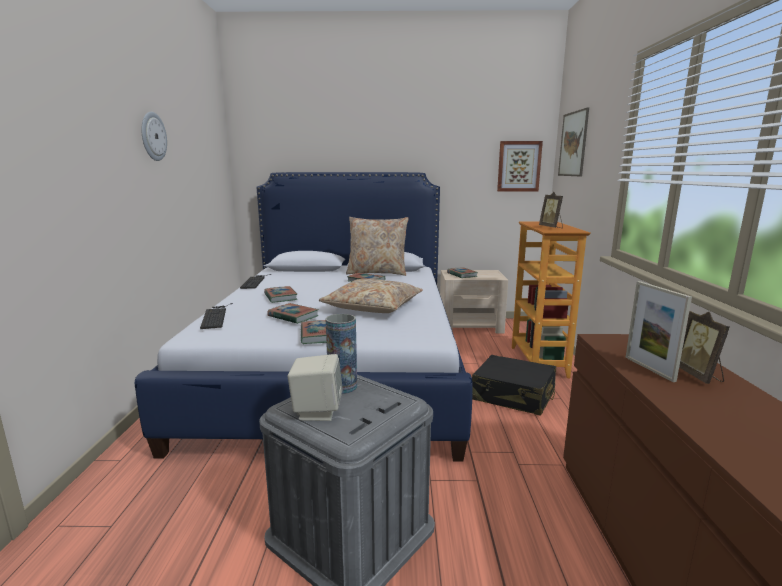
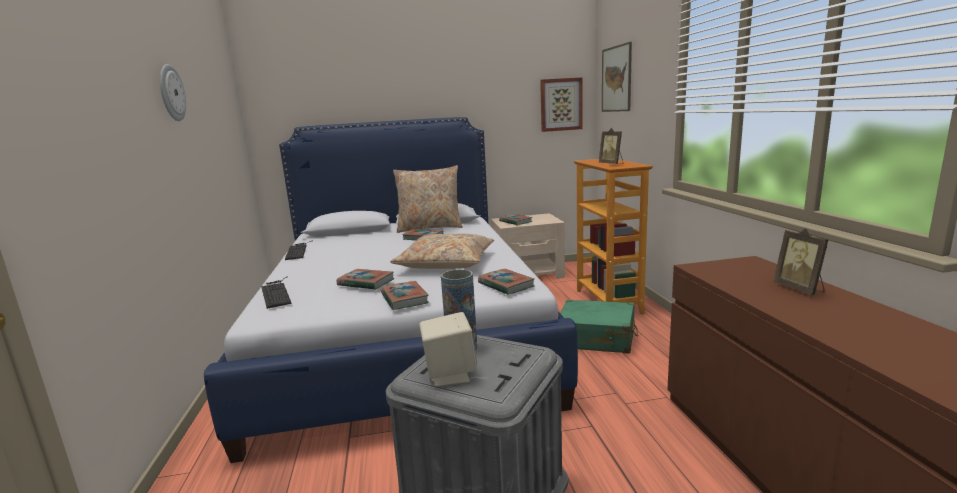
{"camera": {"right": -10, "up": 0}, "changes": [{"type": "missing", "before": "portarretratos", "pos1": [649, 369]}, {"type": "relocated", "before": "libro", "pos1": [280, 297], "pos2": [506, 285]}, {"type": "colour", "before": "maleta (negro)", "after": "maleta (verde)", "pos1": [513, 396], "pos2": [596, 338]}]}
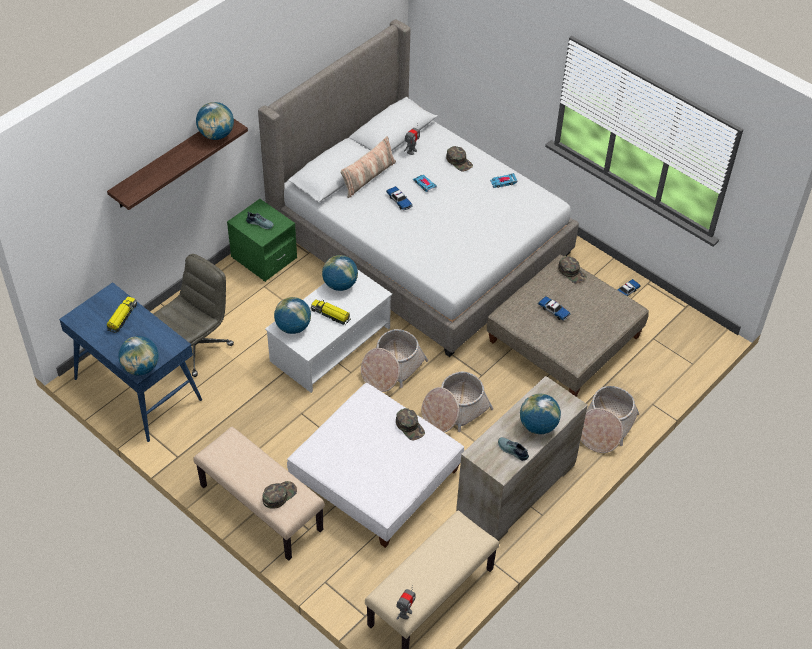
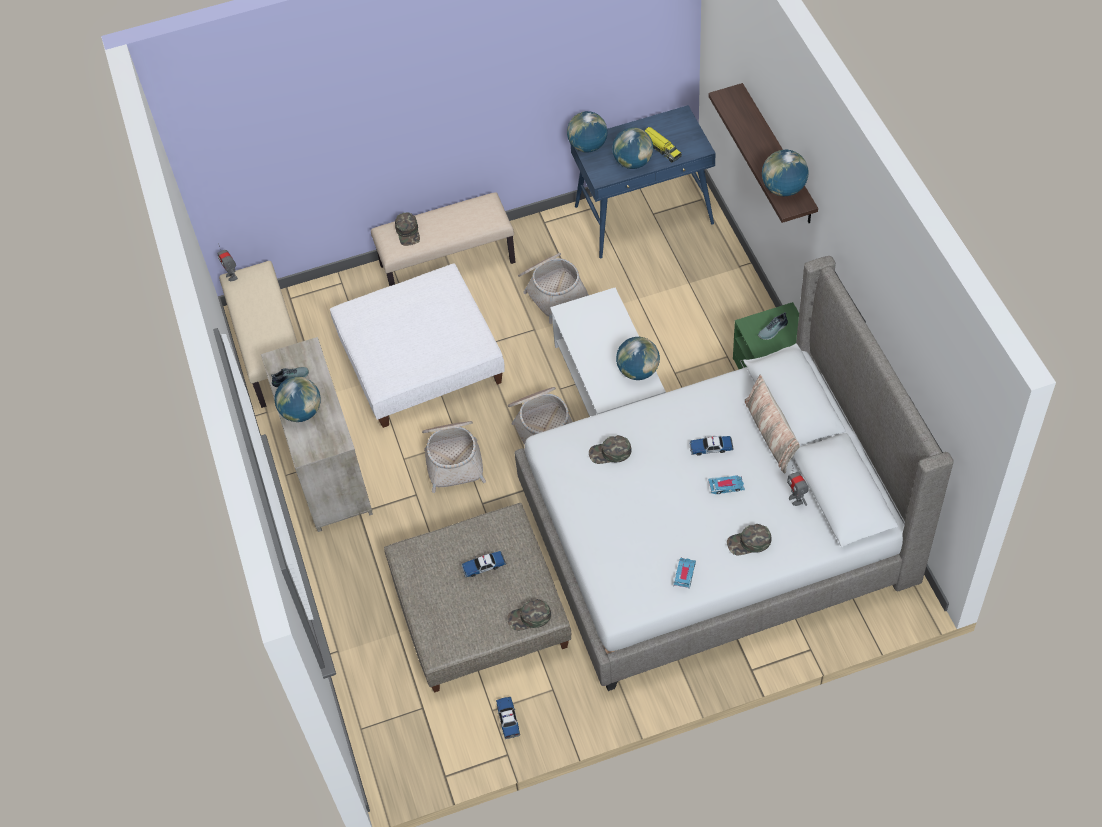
{"camera": {"right": 125, "up": 5}, "changes": [{"type": "missing", "before": "silla de oficina (gris)", "pos1": [195, 346]}, {"type": "missing", "before": "camión de juguete", "pos1": [331, 314]}, {"type": "relocated", "before": "globo terráqueo", "pos1": [293, 327], "pos2": [633, 162]}, {"type": "relocated", "before": "gorra (verde)", "pos1": [410, 426], "pos2": [610, 453]}, {"type": "relocated", "before": "cesta", "pos1": [605, 427], "pos2": [552, 291]}]}
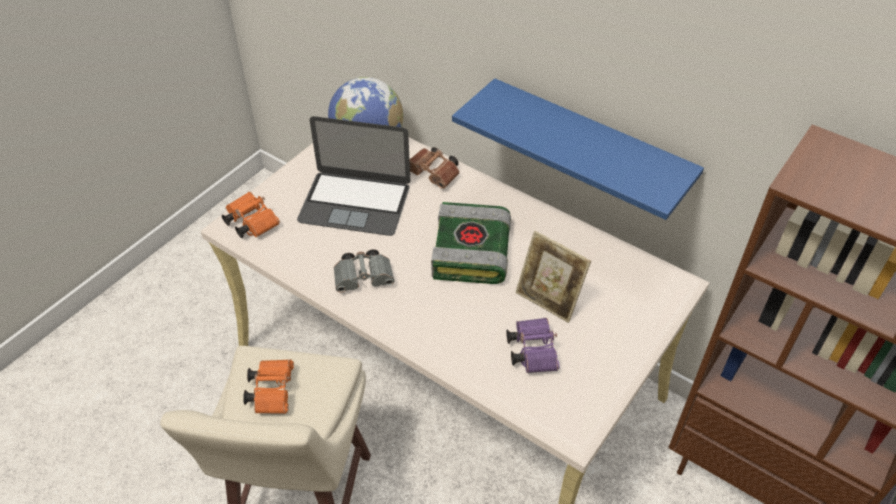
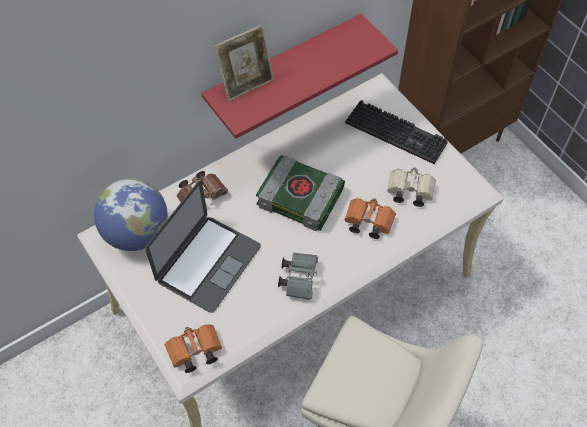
{"camera": {"right": -70, "up": 10}, "changes": [{"type": "appeared", "after": "teclado", "pos2": [398, 132]}, {"type": "relocated", "before": "prismáticos (naranja)", "pos1": [272, 390], "pos2": [367, 222]}, {"type": "relocated", "before": "portarretratos", "pos1": [548, 300], "pos2": [246, 84]}, {"type": "colour", "before": "estante (azul)", "after": "estante (rojo)", "pos1": [589, 146], "pos2": [284, 70]}, {"type": "colour", "before": "prismáticos (morado)", "after": "prismáticos (beis)", "pos1": [532, 350], "pos2": [408, 192]}]}
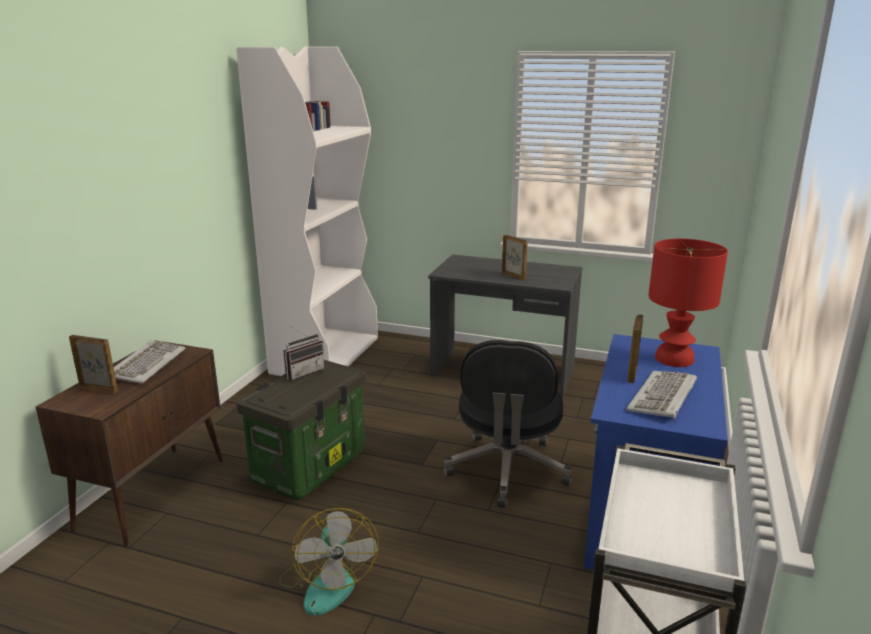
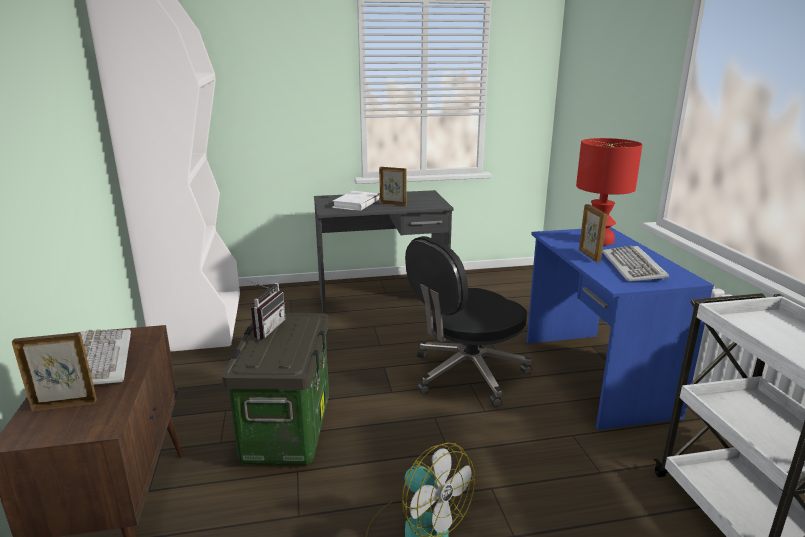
{"camera": {"right": -30, "up": 0}, "changes": [{"type": "appeared", "after": "libro (blanco)", "pos2": [356, 204]}, {"type": "spun", "before": "silla de oficina (negro)", "pos1": [507, 470], "pos2": [466, 374], "turn": 75}]}
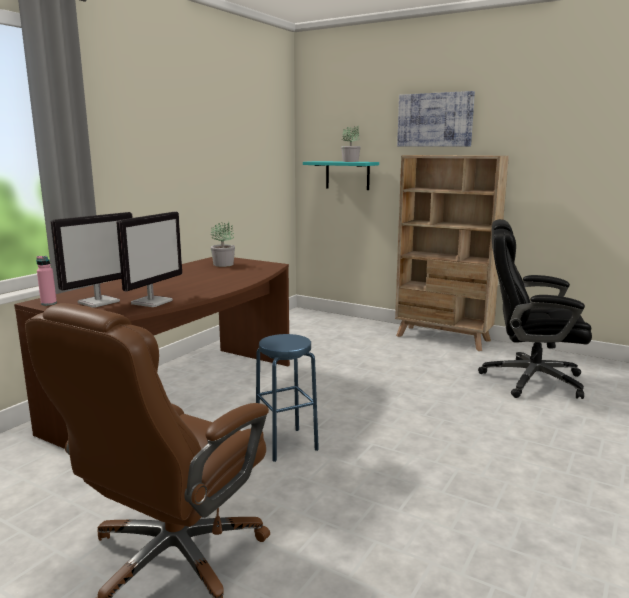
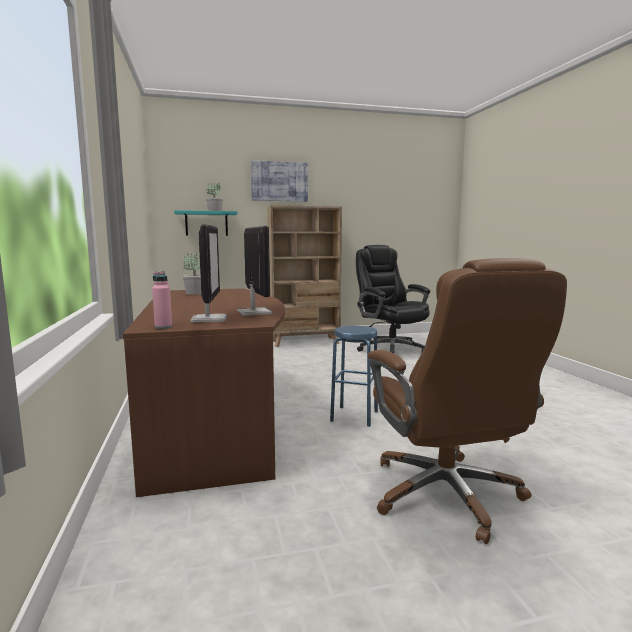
{"camera": {"right": -45, "up": -5}, "changes": [{"type": "spun", "before": "silla de oficina (negro)", "pos1": [529, 380], "pos2": [390, 349], "turn": 90}]}
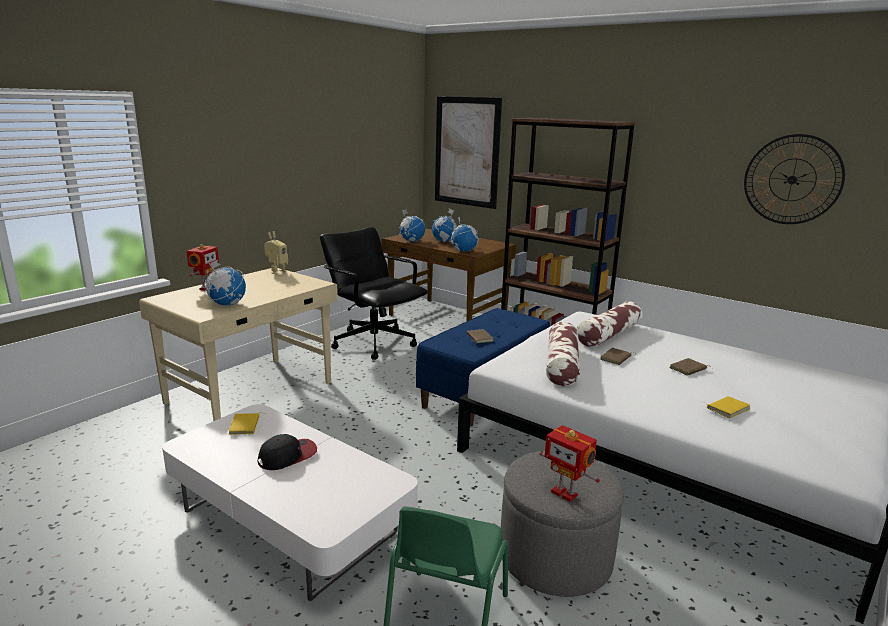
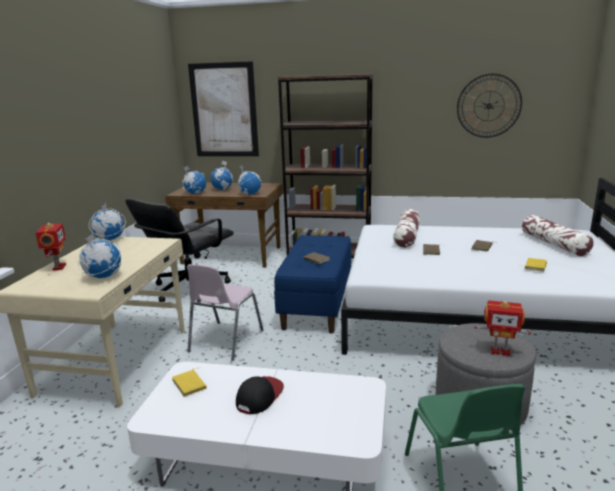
{"camera": {"right": -25, "up": 0}, "changes": [{"type": "appeared", "after": "silla (rosa)", "pos2": [225, 341]}, {"type": "relocated", "before": "cojín", "pos1": [562, 365], "pos2": [554, 244]}, {"type": "exchanged", "before": "robot de juguete", "after": "globo terráqueo", "pos1": [277, 272], "pos2": [109, 239]}, {"type": "spun", "before": "silla de oficina (negro)", "pos1": [374, 342], "pos2": [189, 288], "turn": -75}]}
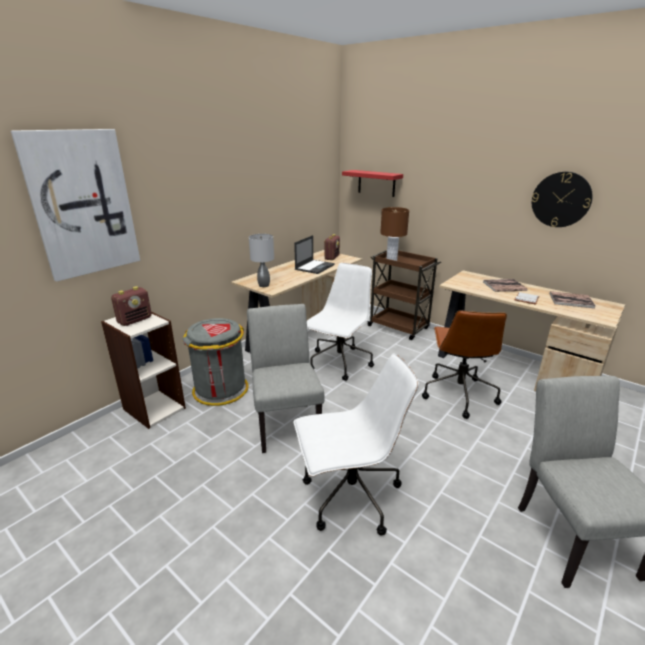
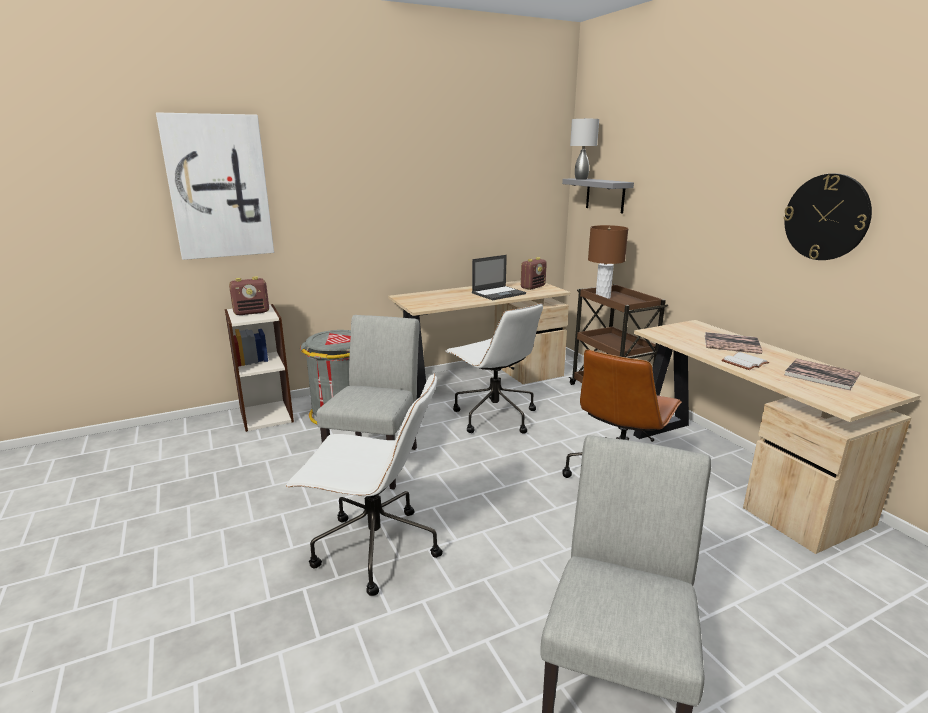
{"camera": {"right": 25, "up": -5}, "changes": [{"type": "relocated", "before": "lámpara de mesa (gris)", "pos1": [263, 285], "pos2": [581, 179]}, {"type": "colour", "before": "estante (rojo)", "after": "estante (gris)", "pos1": [376, 183], "pos2": [605, 195]}, {"type": "spun", "before": "silla de oficina (blanco)", "pos1": [339, 363], "pos2": [493, 416], "turn": 90}]}
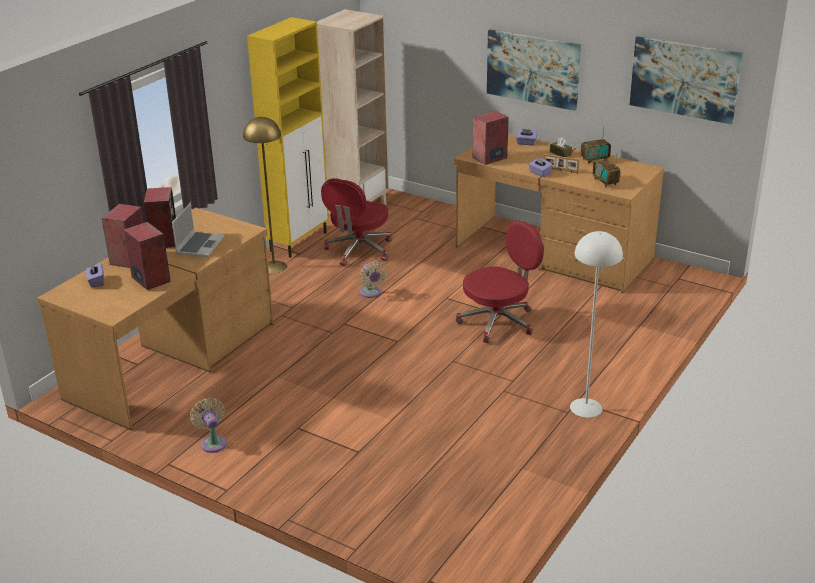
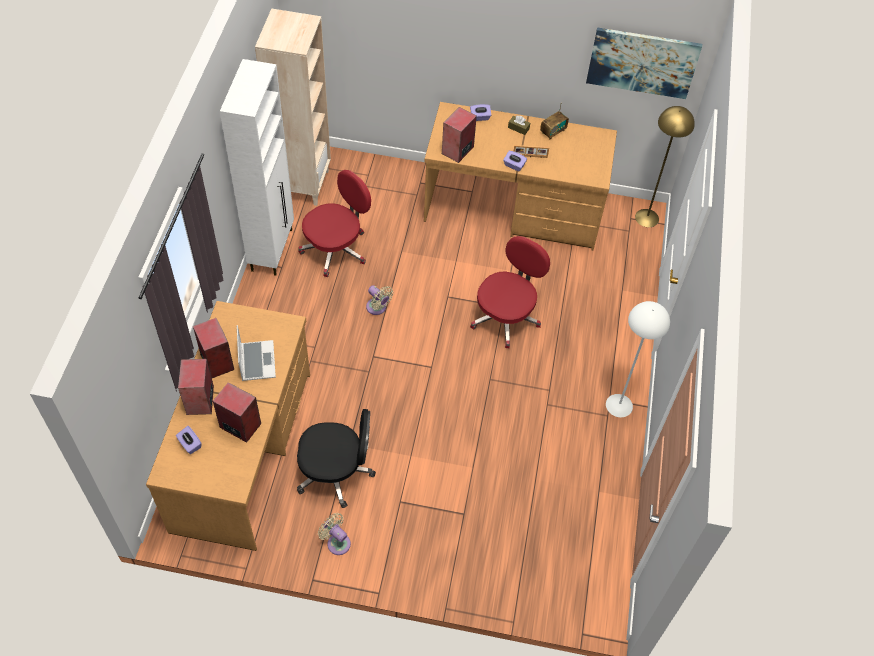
{"camera": {"right": -25, "up": 25}, "changes": [{"type": "missing", "before": "cuadro", "pos1": [533, 69]}, {"type": "missing", "before": "radio", "pos1": [605, 182]}, {"type": "appeared", "after": "silla de oficina (negro)", "pos2": [336, 472]}, {"type": "relocated", "before": "lámpara de pie (amarillo)", "pos1": [274, 267], "pos2": [647, 218]}, {"type": "colour", "before": "armario (amarillo)", "after": "armario (blanco)", "pos1": [299, 241], "pos2": [272, 249]}, {"type": "spun", "before": "silla de oficina (rojo)", "pos1": [358, 250], "pos2": [336, 249], "turn": -135}]}
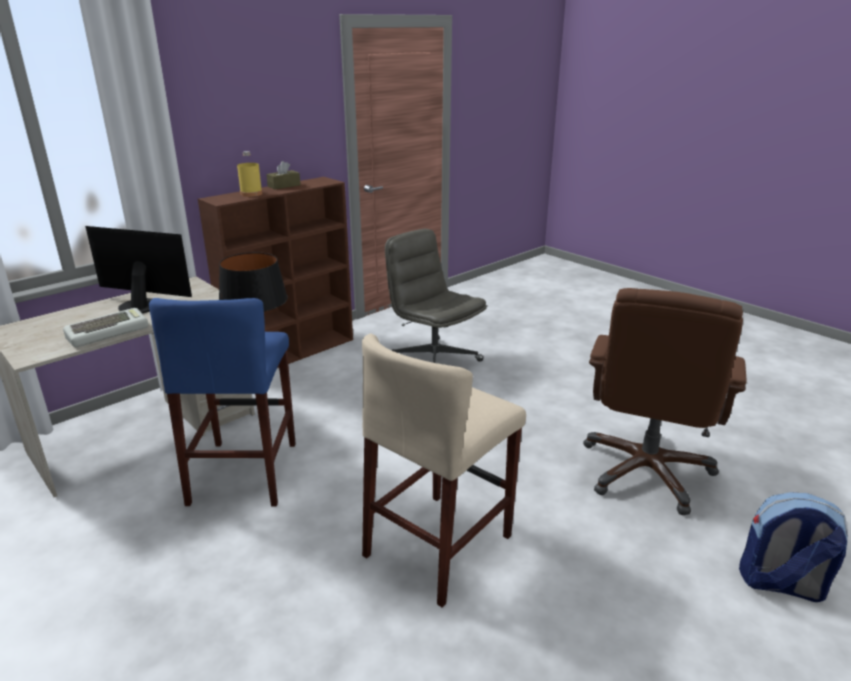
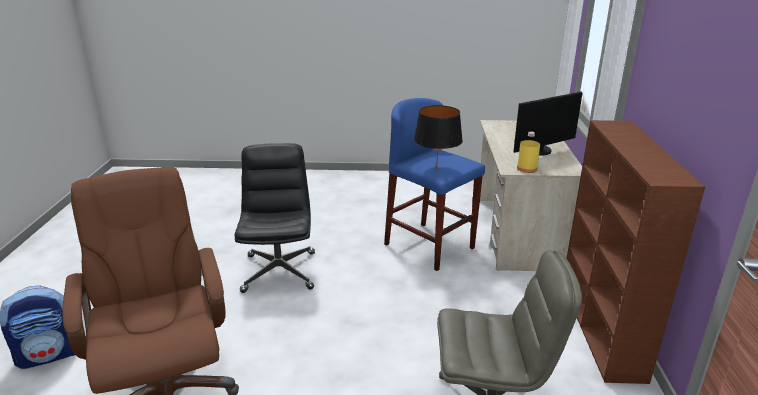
{"camera": {"right": 135, "up": 0}, "changes": [{"type": "missing", "before": "teclado", "pos1": [108, 332]}, {"type": "missing", "before": "caja de pañuelos (marrón)", "pos1": [284, 186]}, {"type": "relocated", "before": "botella (amarillo)", "pos1": [251, 194], "pos2": [527, 168]}, {"type": "exchanged", "before": "taburete (beis)", "after": "silla de oficina (negro)", "pos1": [438, 545], "pos2": [279, 271]}]}
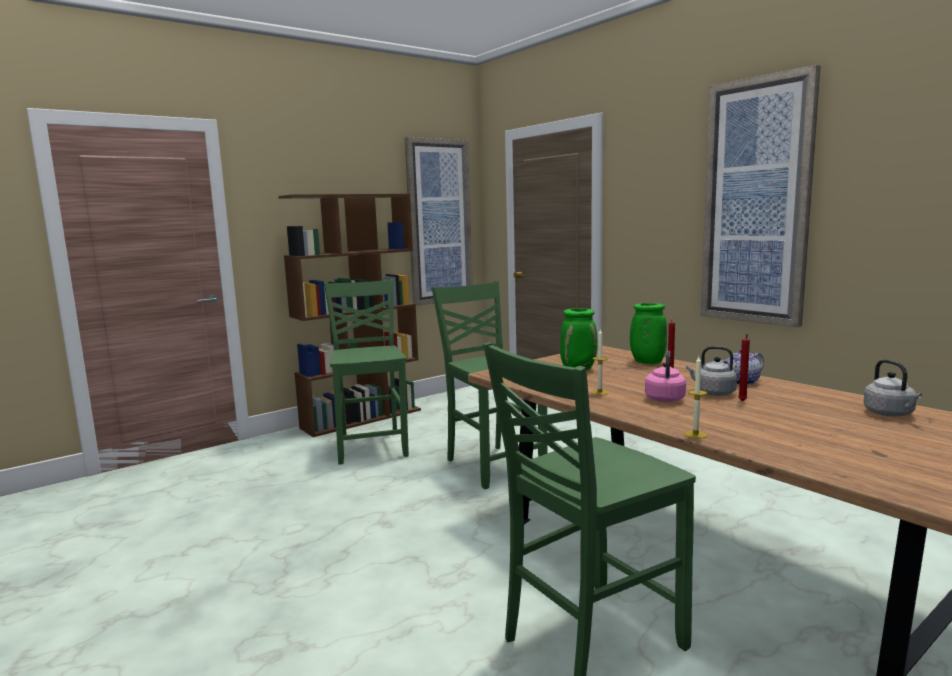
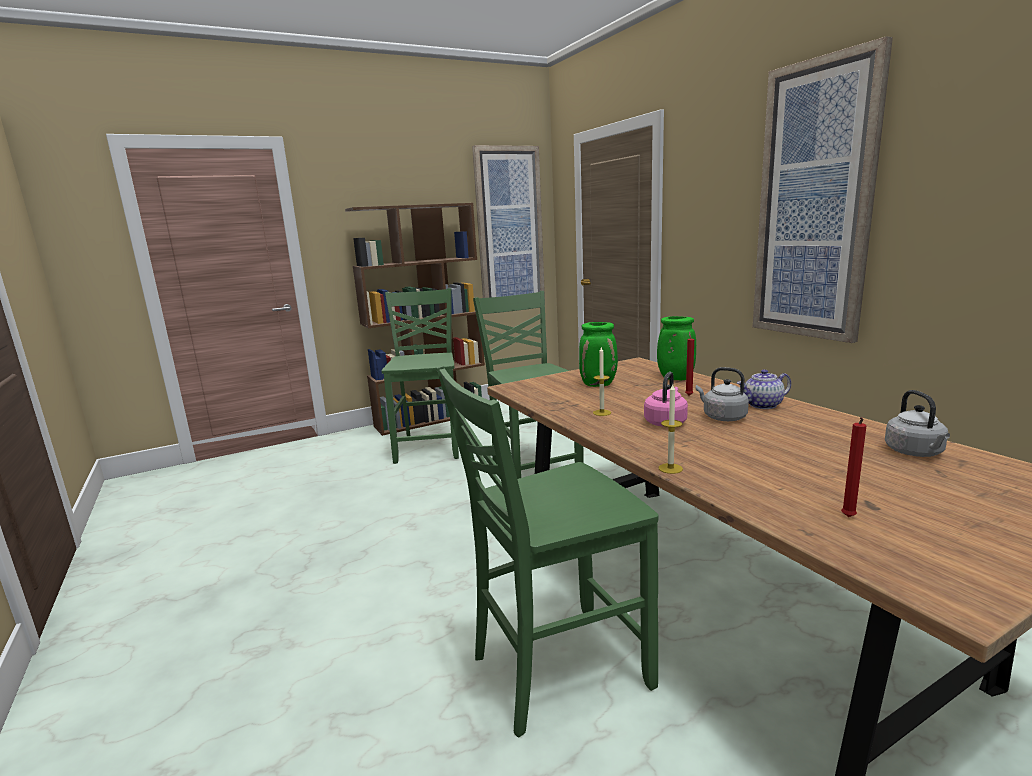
{"camera": {"right": 10, "up": 5}, "changes": [{"type": "relocated", "before": "vela (rojo)", "pos1": [742, 401], "pos2": [848, 518]}]}
